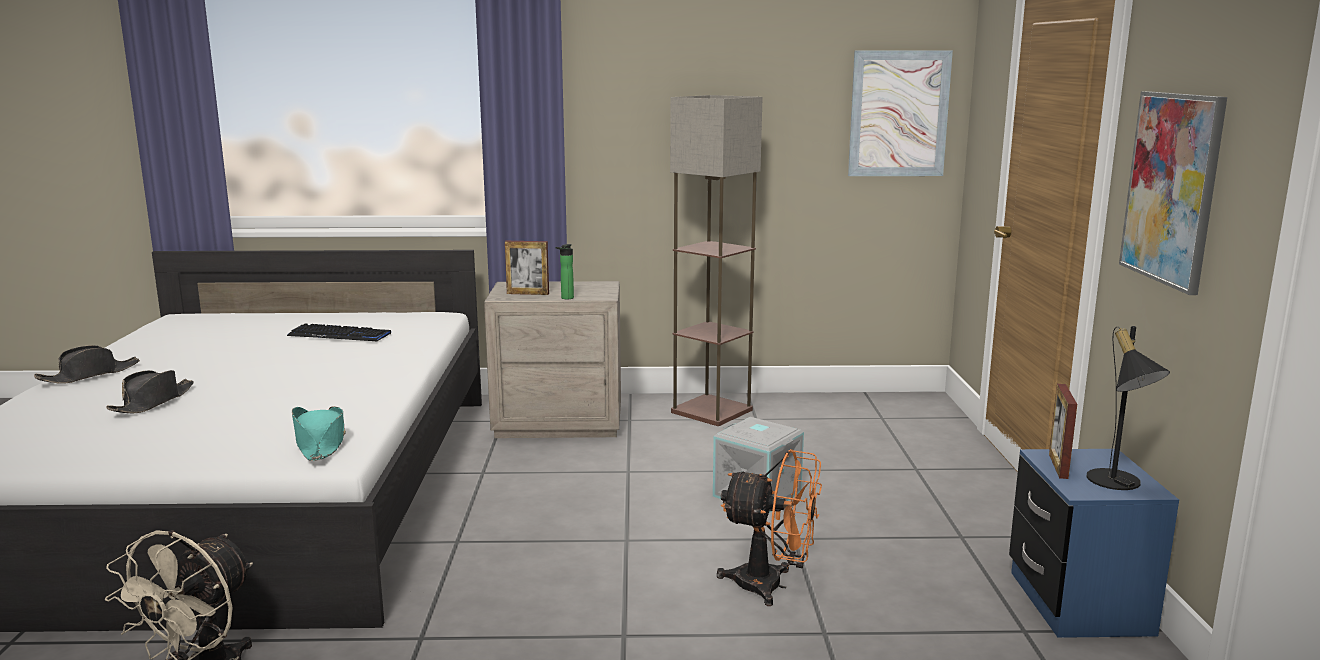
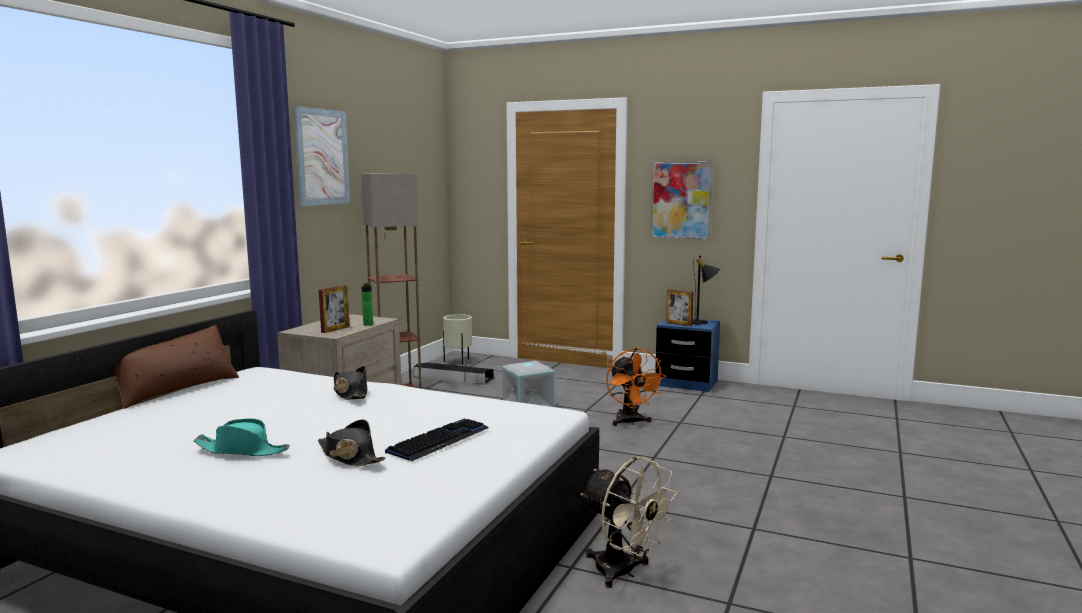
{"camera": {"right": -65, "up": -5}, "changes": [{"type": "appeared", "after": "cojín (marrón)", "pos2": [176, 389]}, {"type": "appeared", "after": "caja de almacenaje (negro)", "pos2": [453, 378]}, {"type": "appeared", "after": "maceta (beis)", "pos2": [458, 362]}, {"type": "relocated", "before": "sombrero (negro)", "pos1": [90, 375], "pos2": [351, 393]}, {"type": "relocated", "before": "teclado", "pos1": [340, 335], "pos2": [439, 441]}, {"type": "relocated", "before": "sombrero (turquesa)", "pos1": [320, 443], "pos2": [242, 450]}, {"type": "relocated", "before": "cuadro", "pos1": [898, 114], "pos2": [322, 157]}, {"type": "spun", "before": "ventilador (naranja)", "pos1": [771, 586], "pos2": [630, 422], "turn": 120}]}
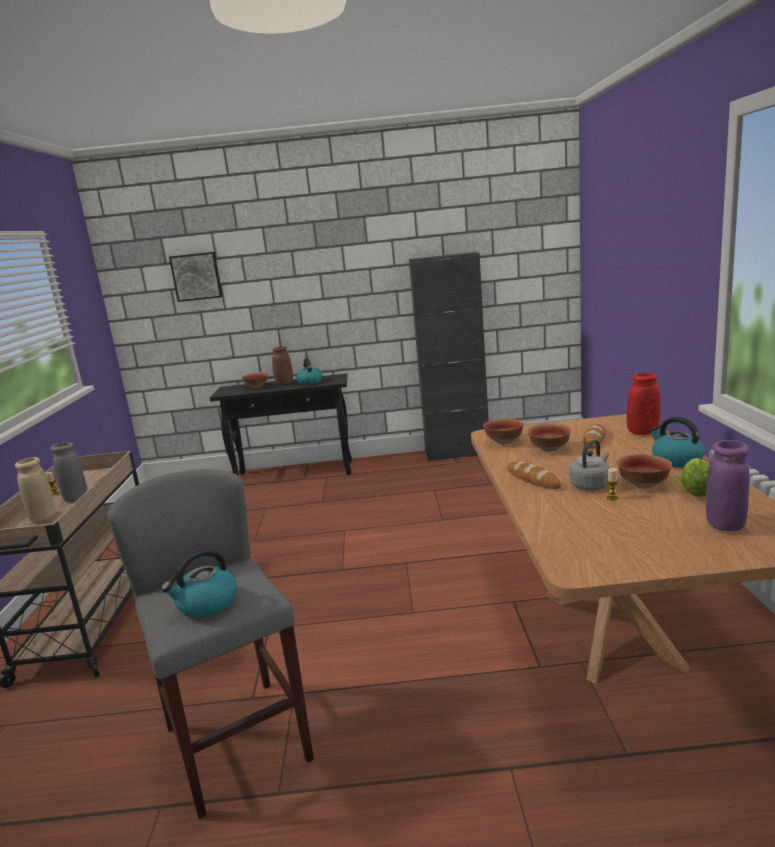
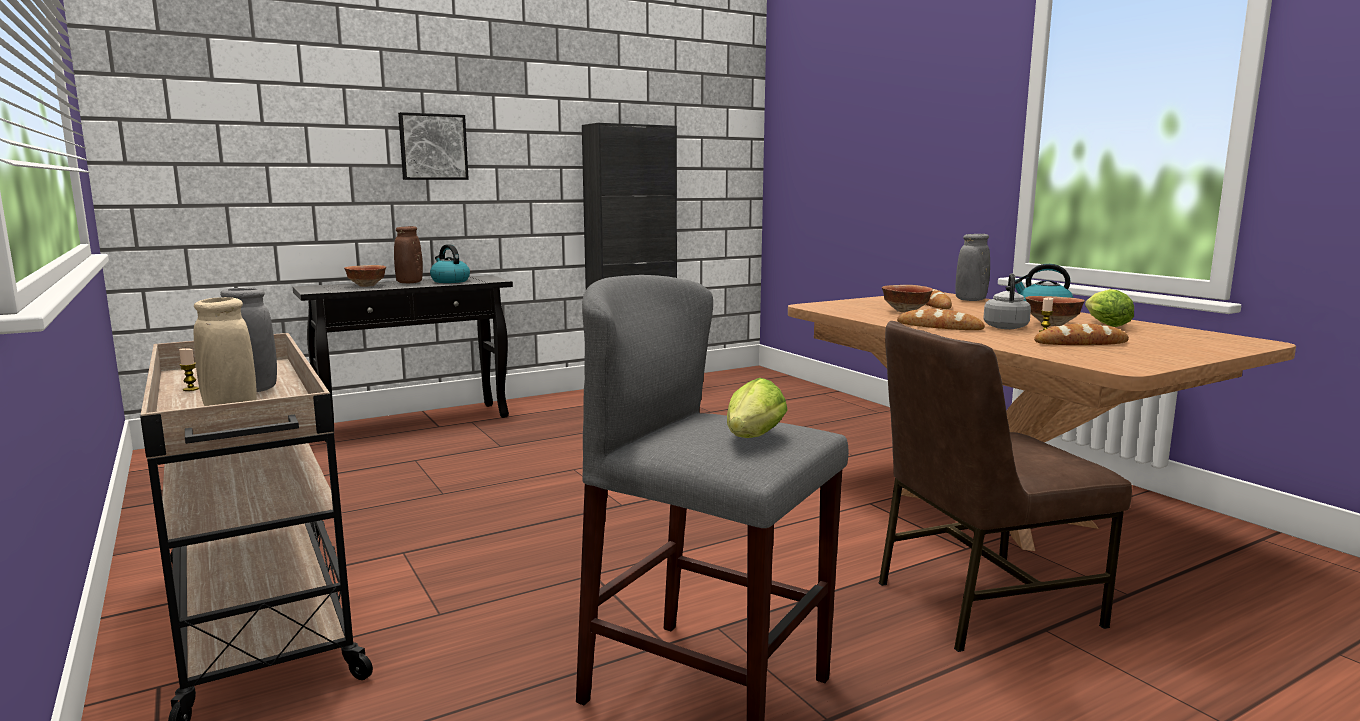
{"camera": {"right": -30, "up": -5}, "changes": [{"type": "missing", "before": "cuenco", "pos1": [503, 442]}, {"type": "missing", "before": "florero (morado)", "pos1": [725, 525]}, {"type": "appeared", "after": "silla (marrón)", "pos2": [981, 602]}, {"type": "appeared", "after": "pan", "pos2": [1081, 343]}, {"type": "relocated", "before": "cuadro", "pos1": [196, 276], "pos2": [433, 147]}, {"type": "exchanged", "before": "hervidor", "after": "lechuga", "pos1": [206, 604], "pos2": [751, 440]}, {"type": "colour", "before": "florero (rojo)", "after": "florero (gris)", "pos1": [642, 432], "pos2": [970, 300]}]}
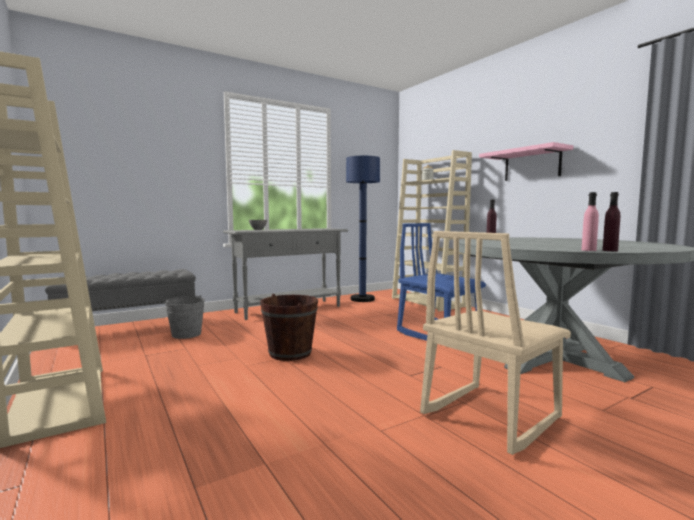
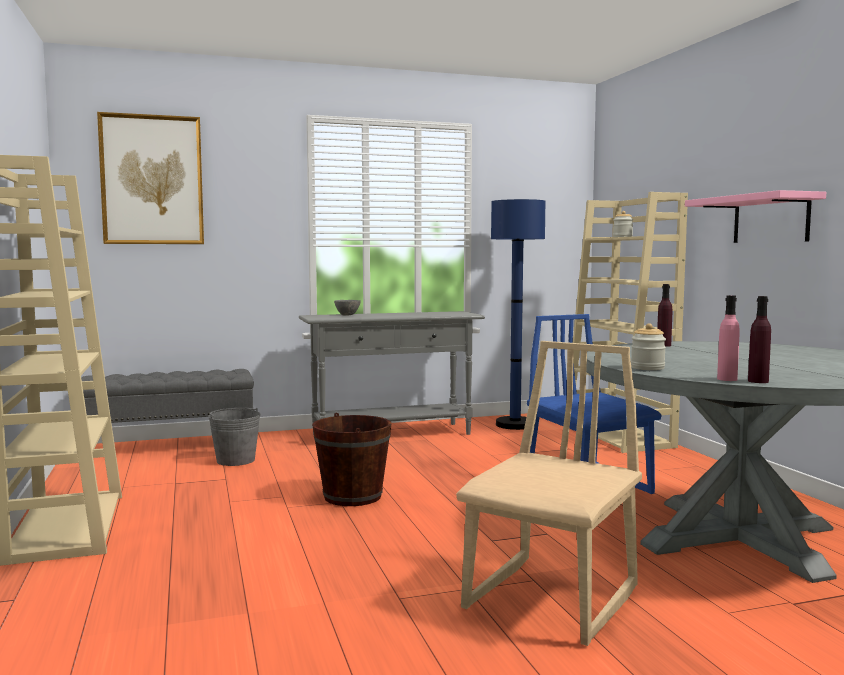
{"camera": {"right": 15, "up": 0}, "changes": [{"type": "appeared", "after": "cuadro", "pos2": [152, 180]}, {"type": "appeared", "after": "tarro", "pos2": [647, 368]}, {"type": "spun", "before": "silla (beis)", "pos1": [489, 416], "pos2": [553, 599], "turn": 150}]}
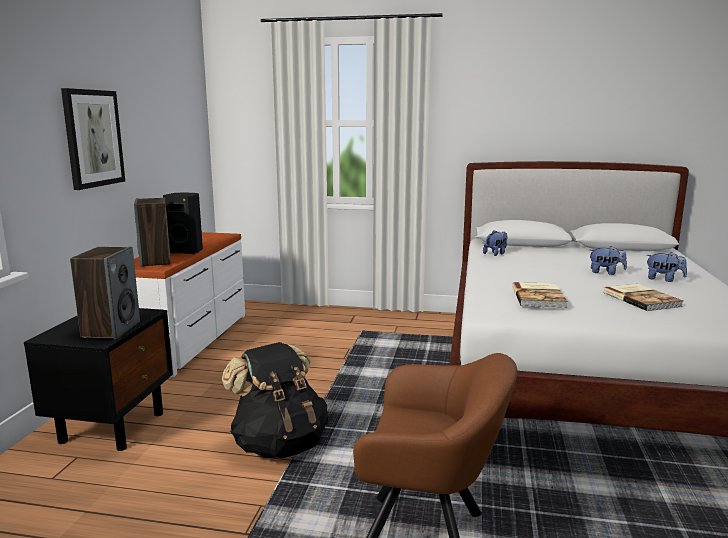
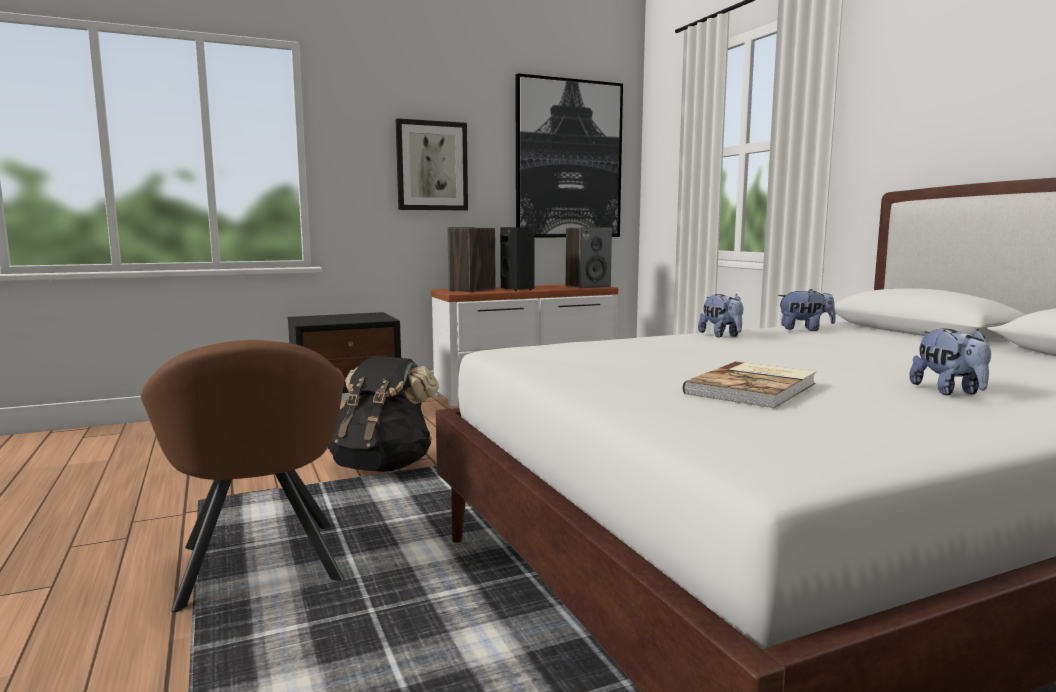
{"camera": {"right": 55, "up": -5}, "changes": [{"type": "missing", "before": "libro", "pos1": [539, 297]}, {"type": "appeared", "after": "cuadro", "pos2": [568, 159]}, {"type": "relocated", "before": "altavoz", "pos1": [111, 329], "pos2": [588, 286]}, {"type": "relocated", "before": "peluche", "pos1": [606, 273], "pos2": [721, 335]}]}
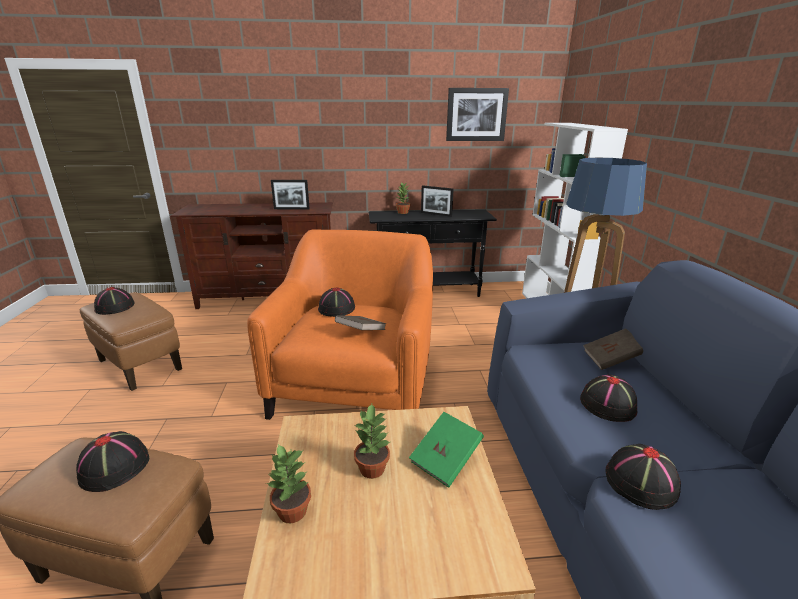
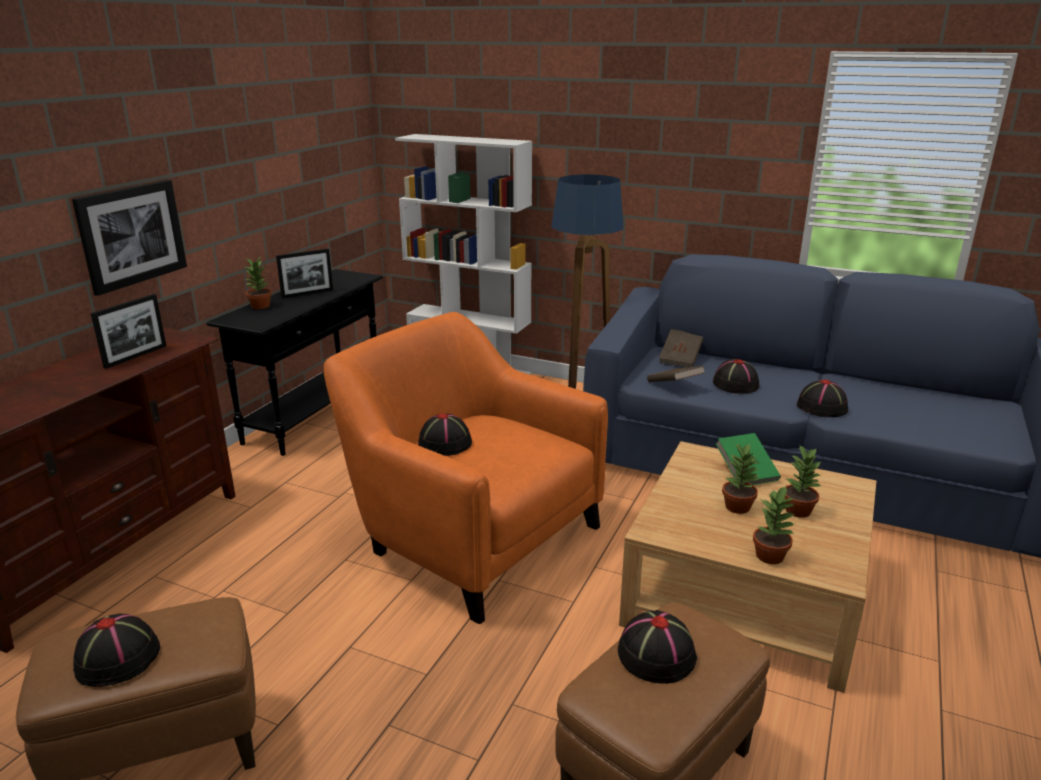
{"camera": {"right": -60, "up": 0}, "changes": [{"type": "appeared", "after": "planta en maceta", "pos2": [798, 510]}, {"type": "relocated", "before": "libro (marrón)", "pos1": [361, 333], "pos2": [674, 386]}, {"type": "relocated", "before": "cuadro", "pos1": [476, 114], "pos2": [131, 235]}]}
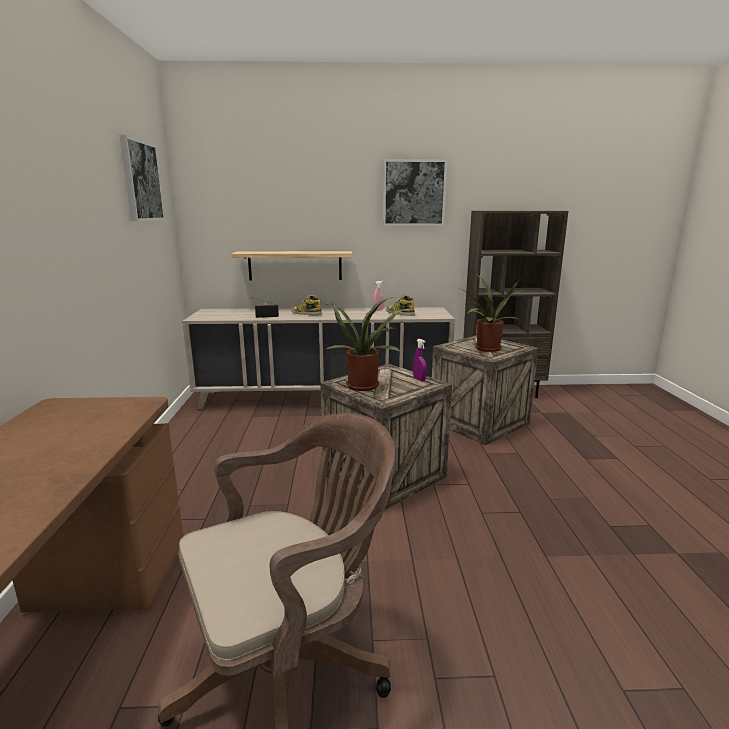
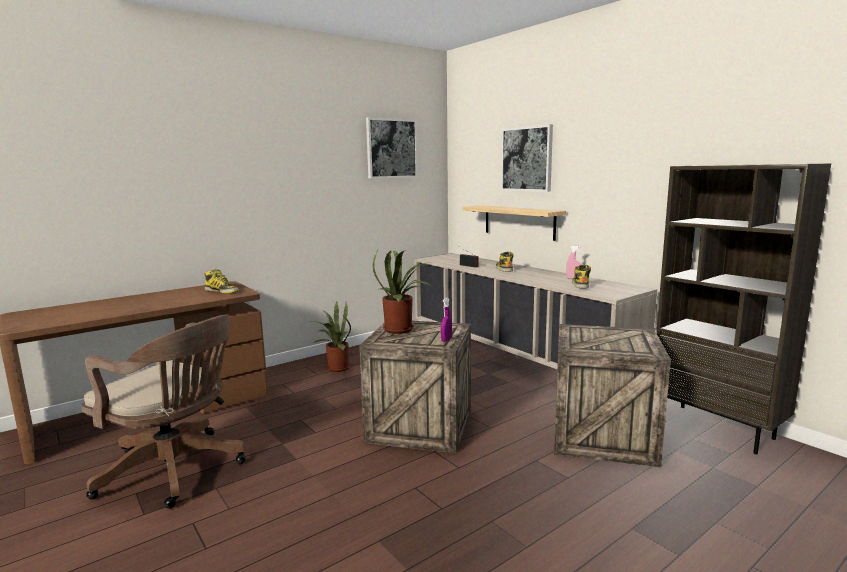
{"camera": {"right": 55, "up": -5}, "changes": [{"type": "appeared", "after": "bota", "pos2": [222, 291]}, {"type": "relocated", "before": "cuadro", "pos1": [414, 193], "pos2": [527, 159]}, {"type": "relocated", "before": "planta en maceta", "pos1": [486, 349], "pos2": [335, 368]}]}
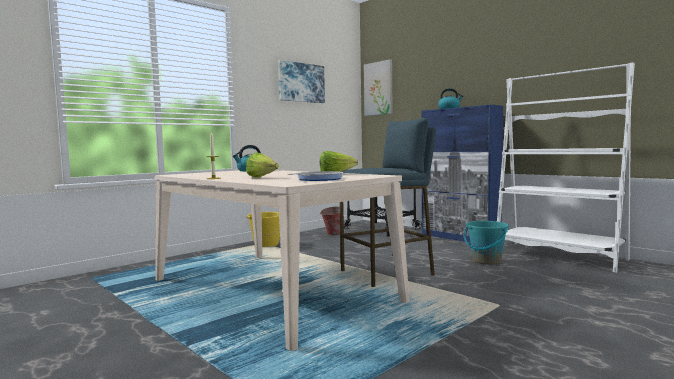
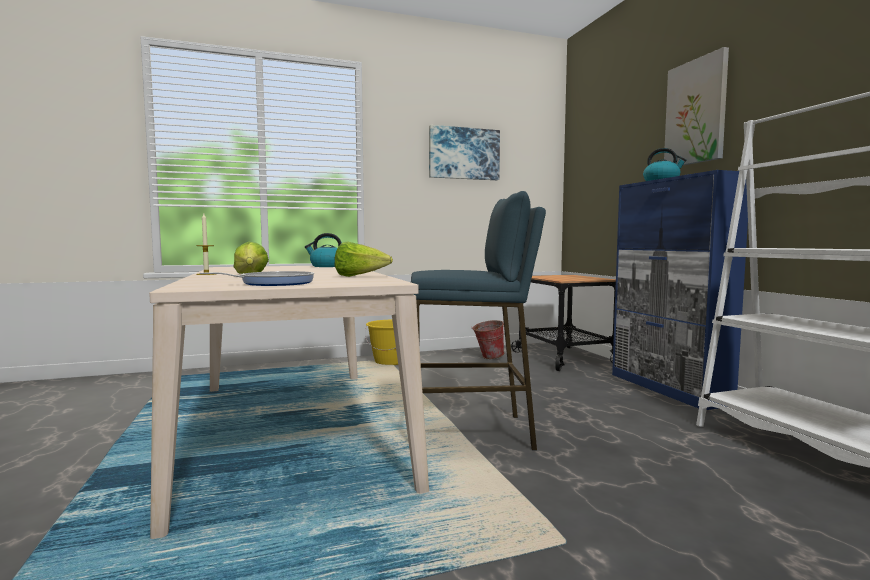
{"camera": {"right": 25, "up": 0}, "changes": [{"type": "missing", "before": "cubo (turquesa)", "pos1": [486, 261]}, {"type": "relocated", "before": "cuadro", "pos1": [378, 88], "pos2": [696, 112]}]}
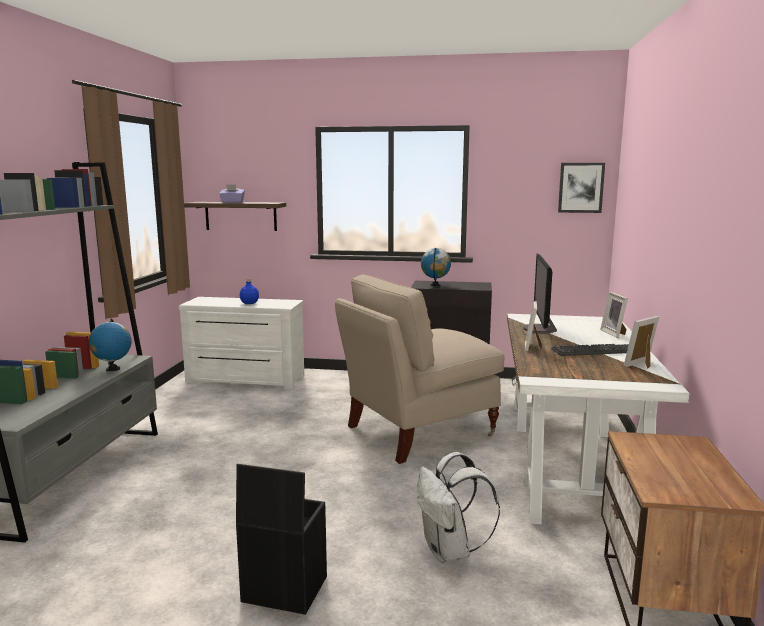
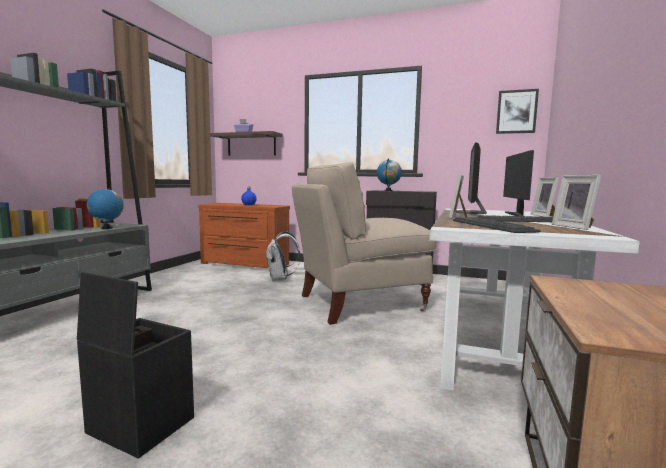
{"camera": {"right": 10, "up": -5}, "changes": [{"type": "appeared", "after": "teclado", "pos2": [491, 226]}, {"type": "appeared", "after": "monitor", "pos2": [516, 214]}, {"type": "relocated", "before": "mochila (blanco)", "pos1": [450, 551], "pos2": [280, 279]}, {"type": "colour", "before": "cómoda (blanco)", "after": "cómoda (marrón)", "pos1": [244, 379], "pos2": [244, 264]}, {"type": "spun", "before": "portarretratos", "pos1": [642, 365], "pos2": [575, 227], "turn": -75}]}
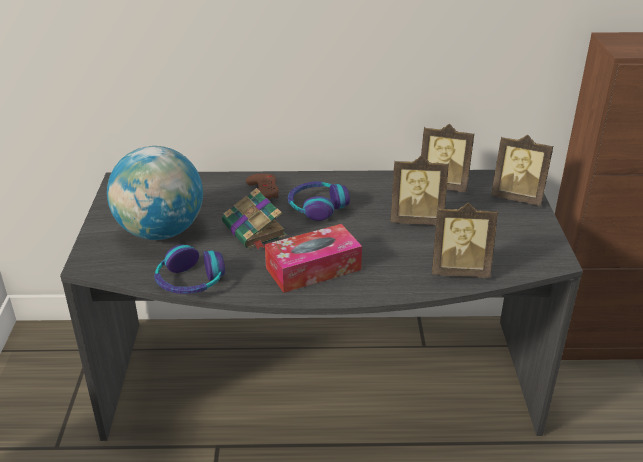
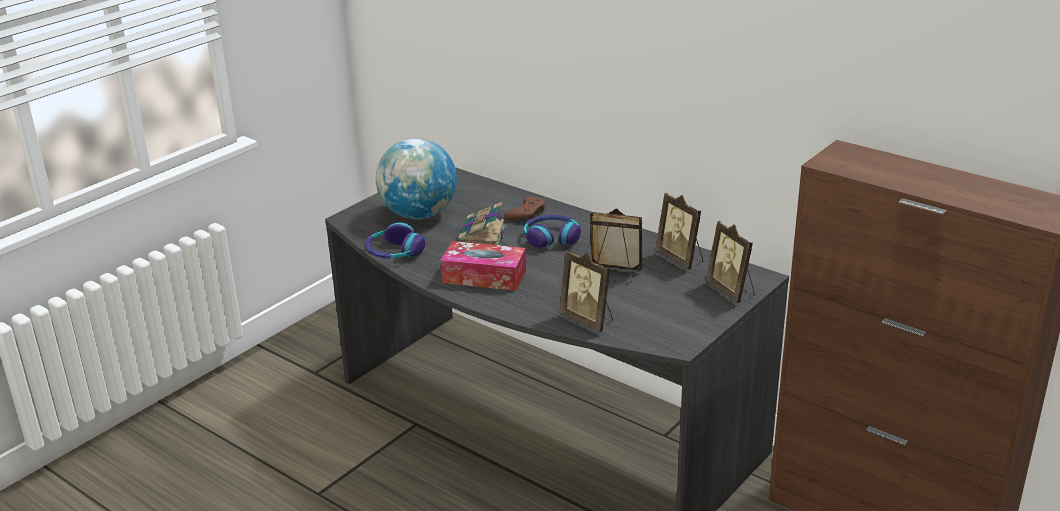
{"camera": {"right": 40, "up": -5}, "changes": [{"type": "spun", "before": "portarretratos", "pos1": [416, 219], "pos2": [614, 275], "turn": 150}]}
